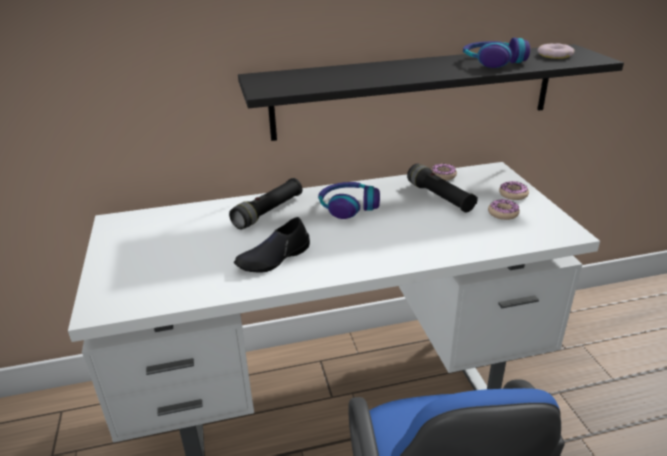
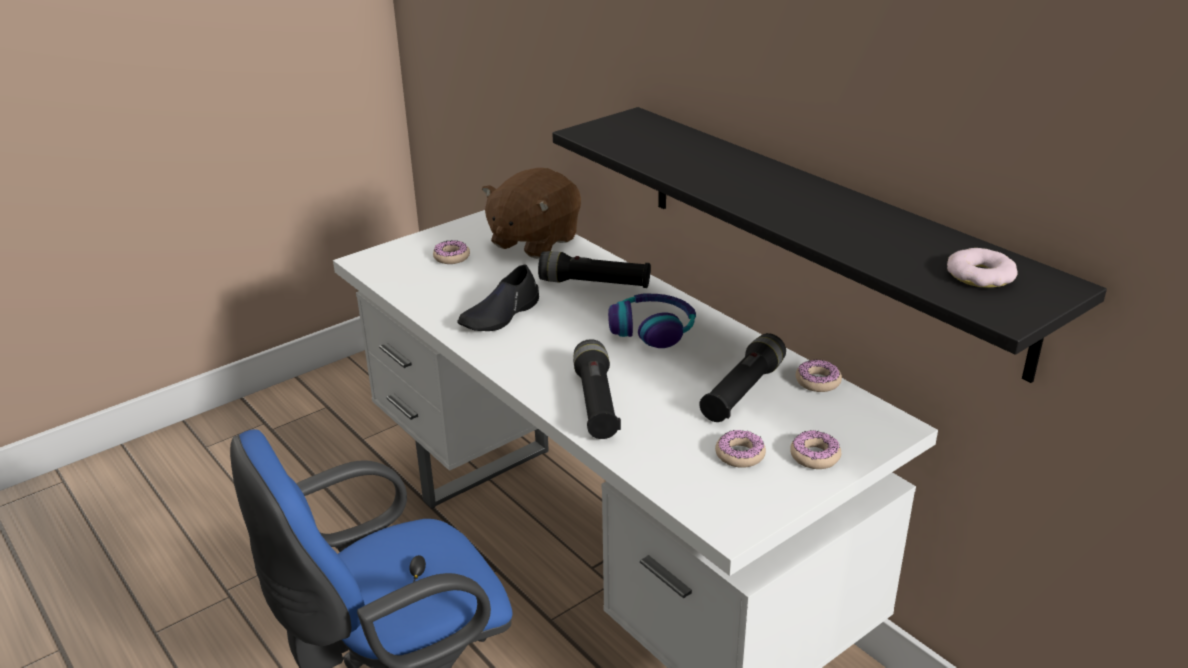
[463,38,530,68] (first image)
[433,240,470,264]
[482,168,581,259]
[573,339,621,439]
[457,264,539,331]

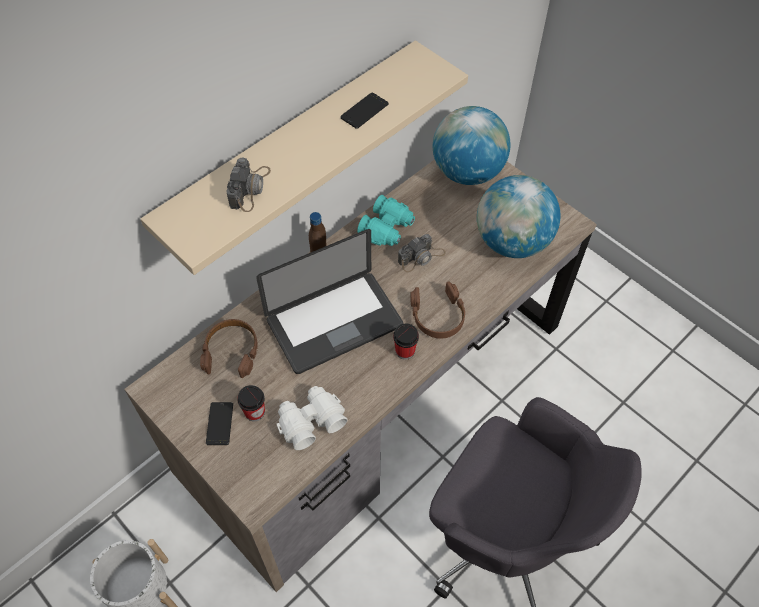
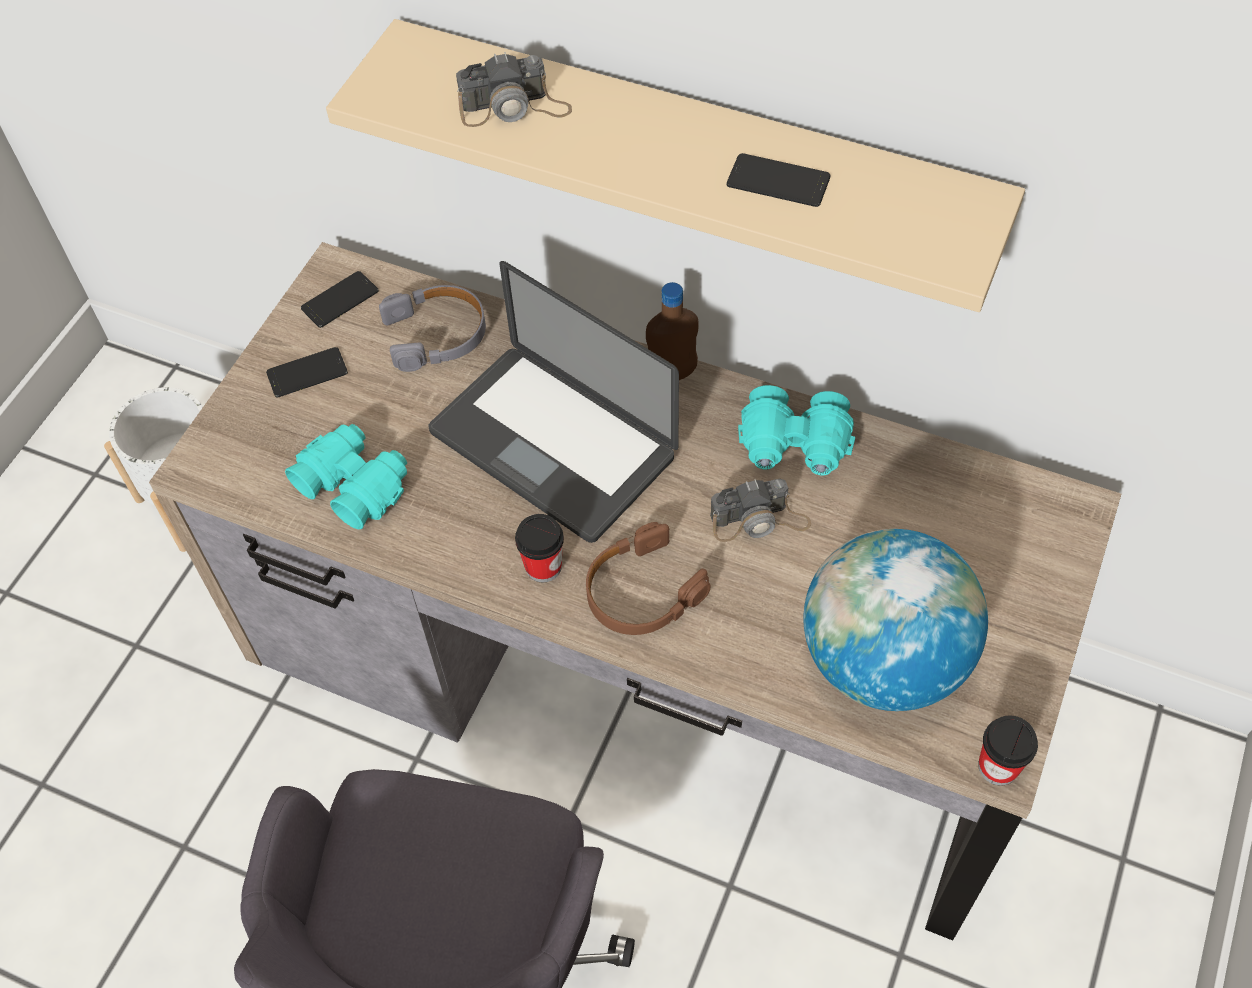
[433,106,510,185] (first image)
[301,271,379,328]
[978,715,1038,786]
[379,285,486,372]
[285,424,407,529]
[710,479,811,542]

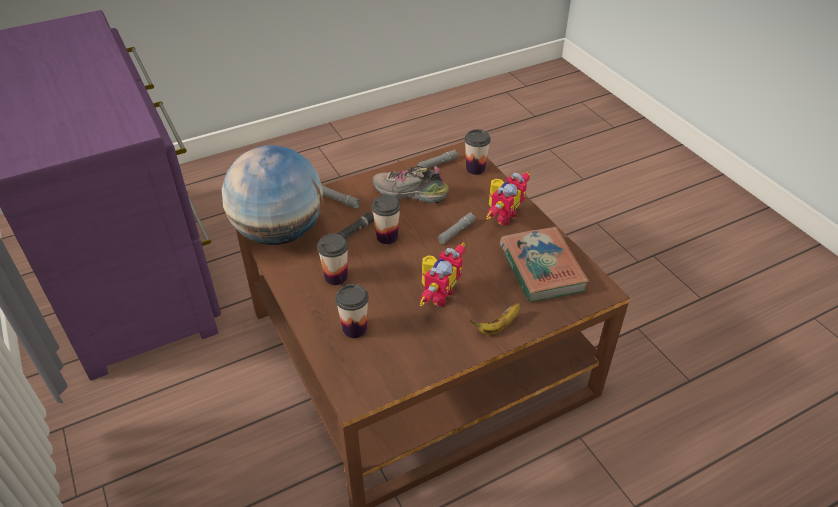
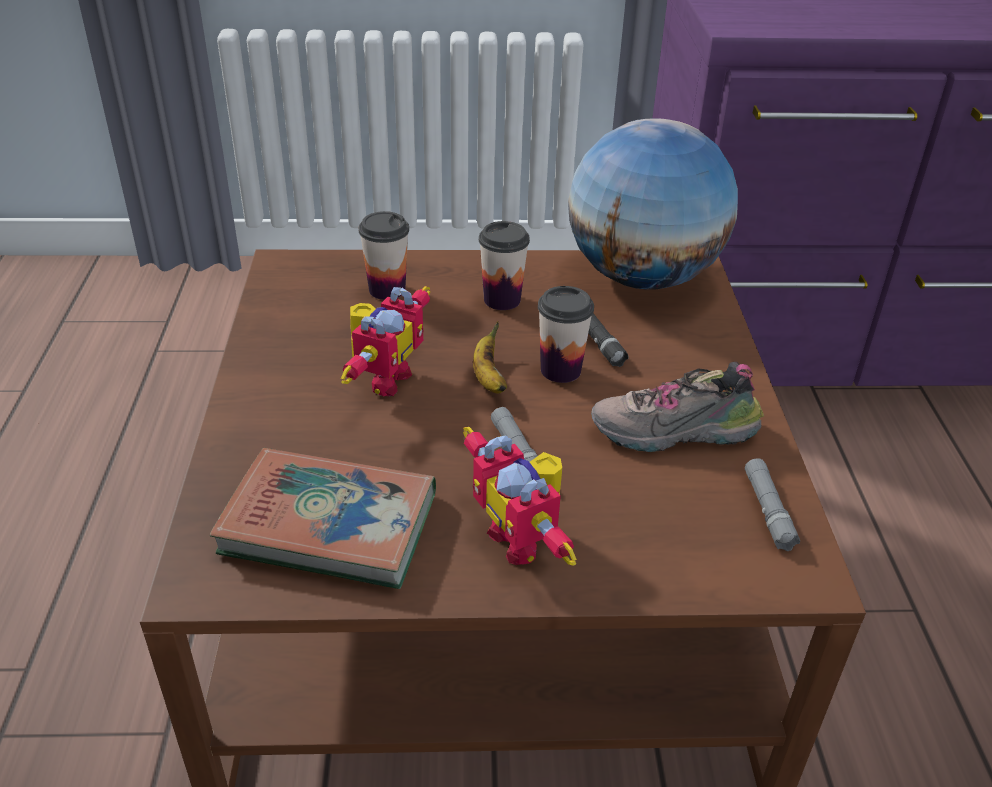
[321,185,360,209] (first image)
[464,129,491,175] (first image)
[473,321,507,394]
[591,362,764,452]
[341,286,430,397]

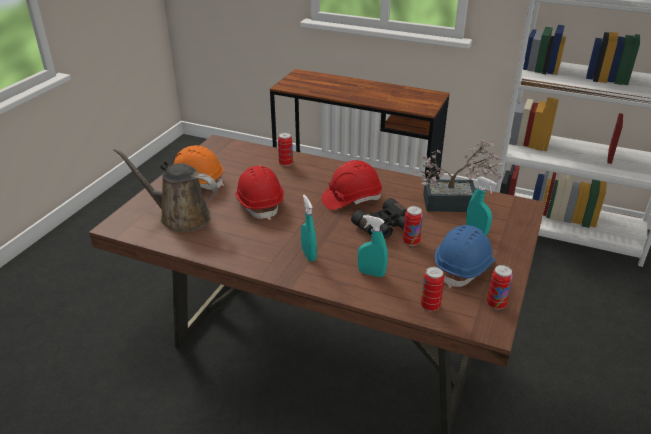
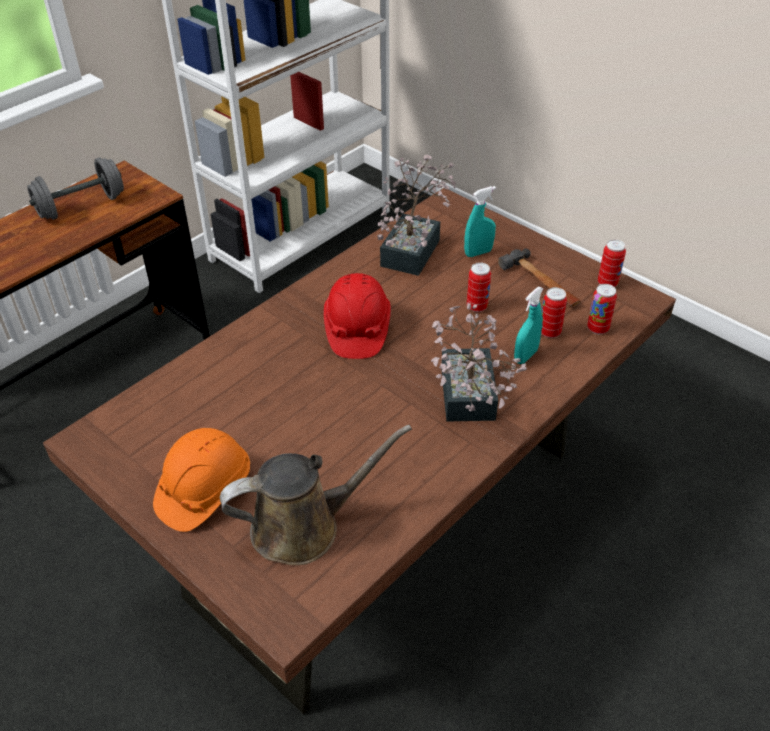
[235,166,284,220] (first image)
[351,198,407,238] (first image)
[27,157,124,220]
[541,287,567,338]
[431,302,527,422]
[498,249,581,307]
[220,425,412,565]

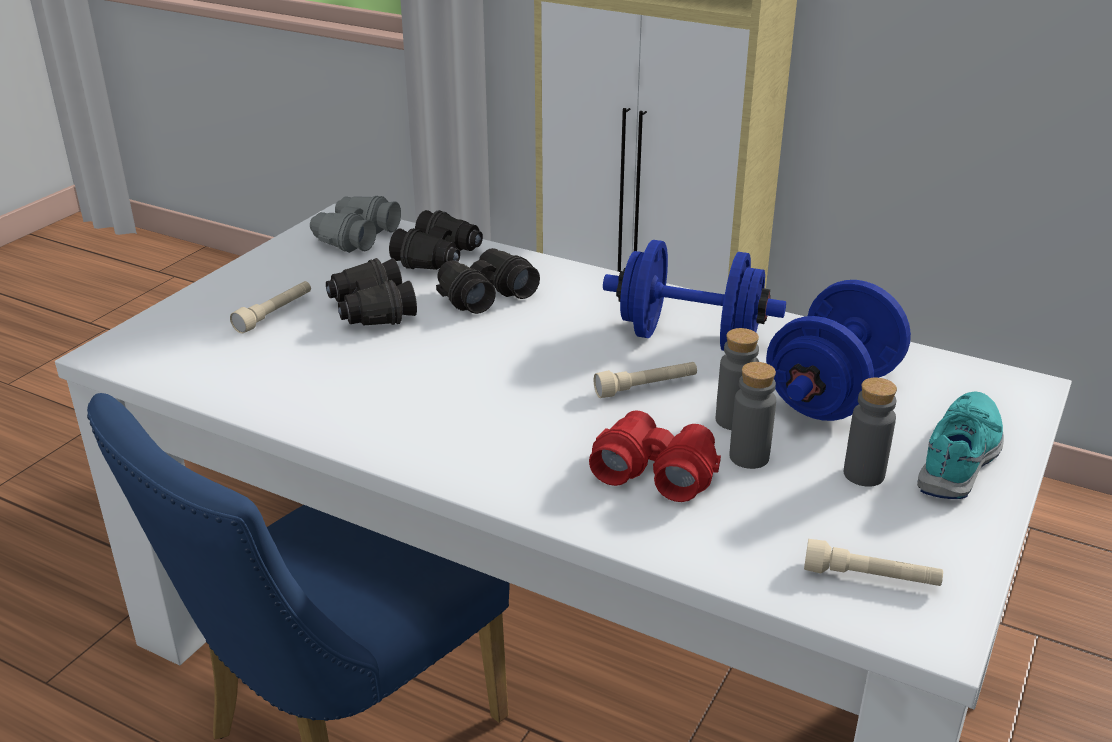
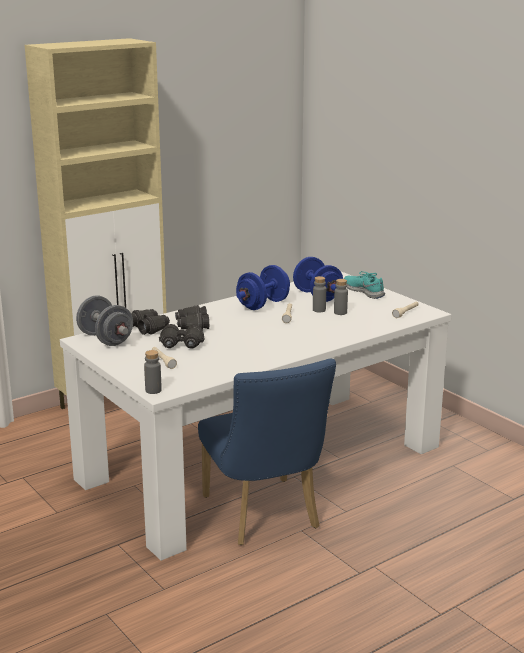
[589,410,721,502] (first image)
[144,350,162,394]
[76,295,133,346]

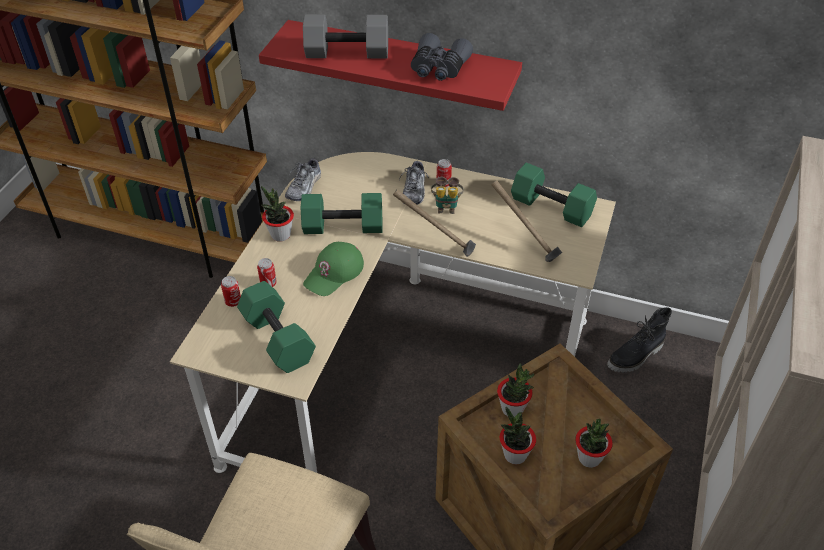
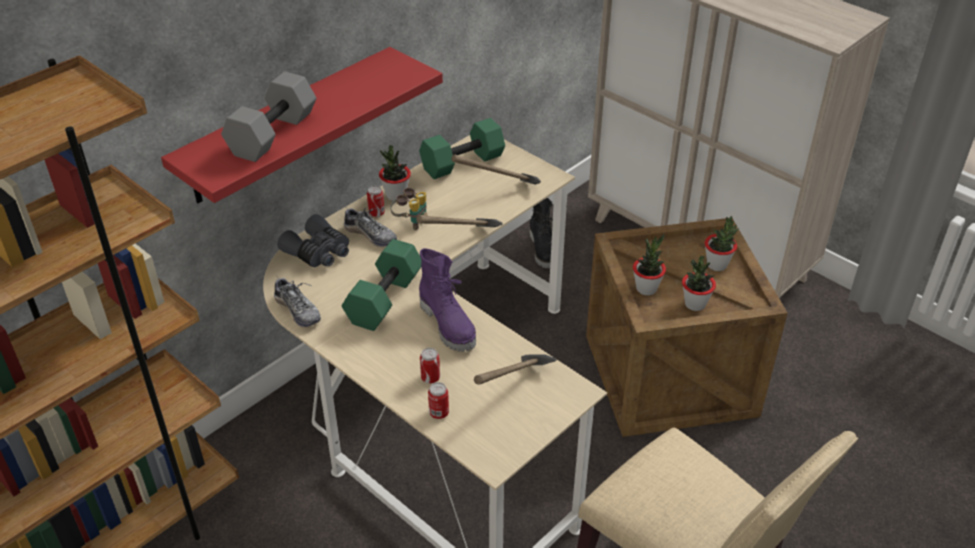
[379,145,411,201]
[277,214,349,267]
[474,355,556,385]
[419,248,476,352]

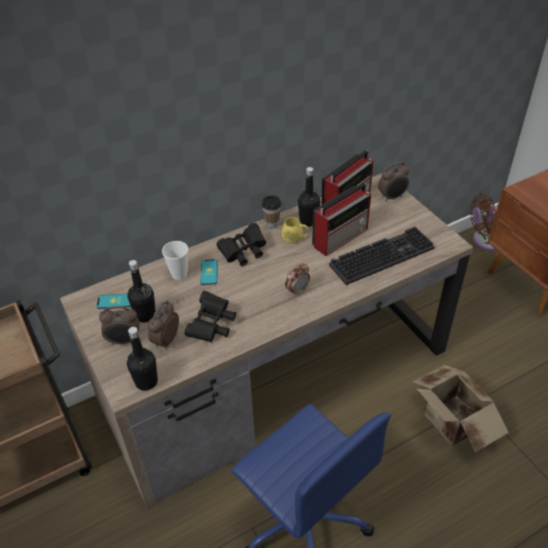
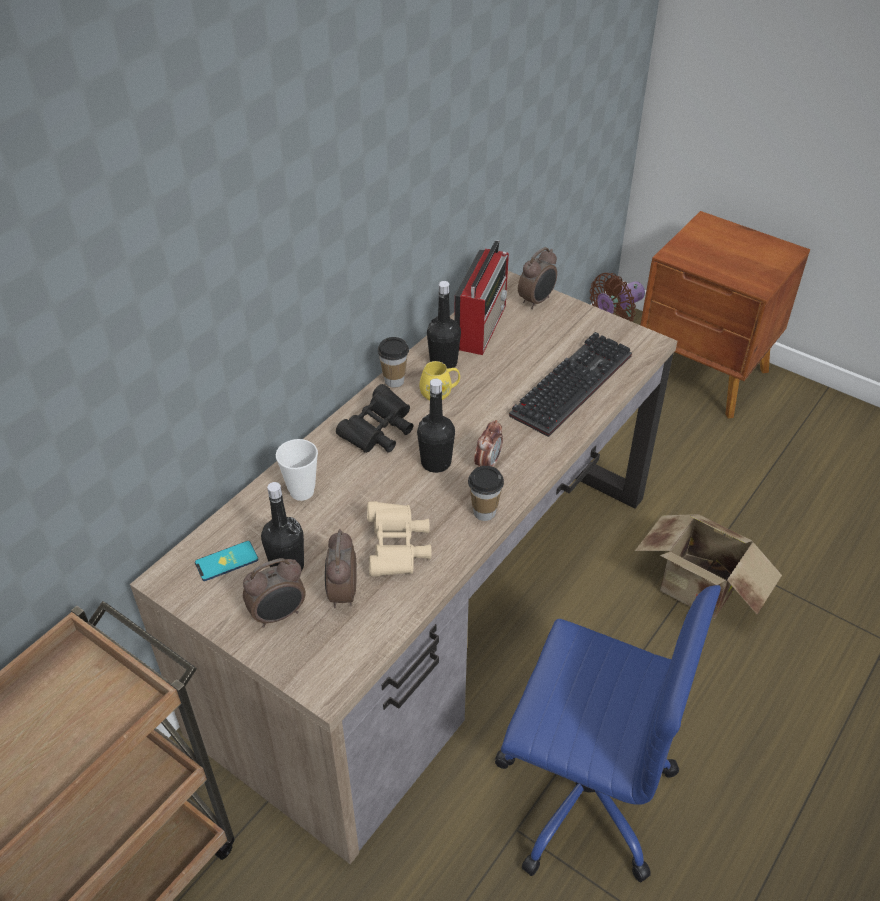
[201,259,218,285] (first image)
[312,182,371,256] (first image)
[468,466,504,521]
[417,378,455,473]
[367,501,432,576]

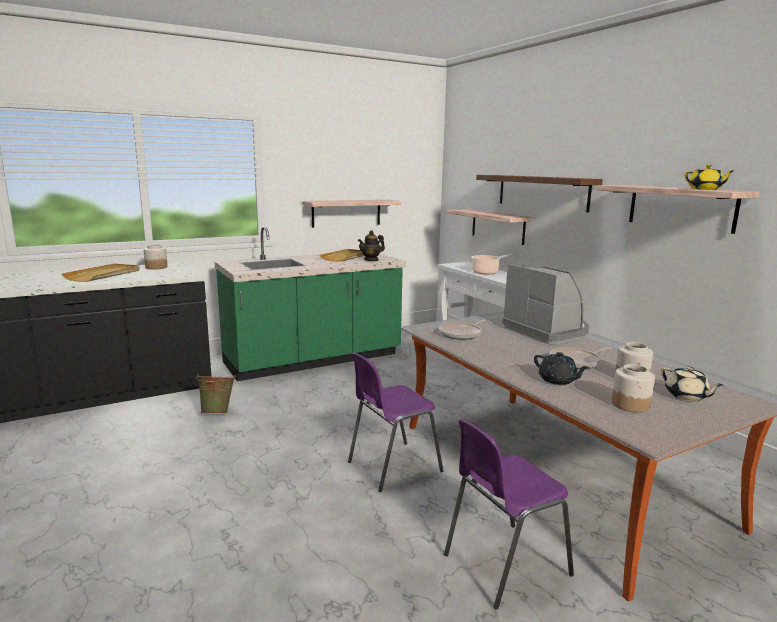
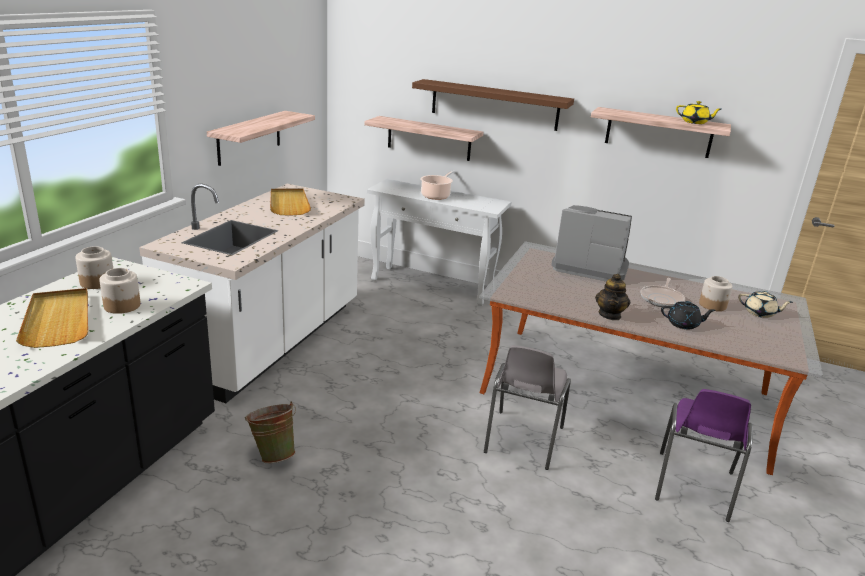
[439,319,487,339] (first image)
[595,274,630,320]
[99,268,141,314]
[139,184,365,403]
[484,345,571,470]

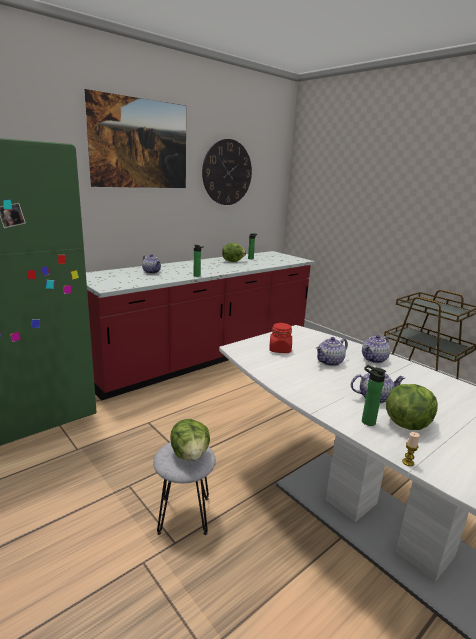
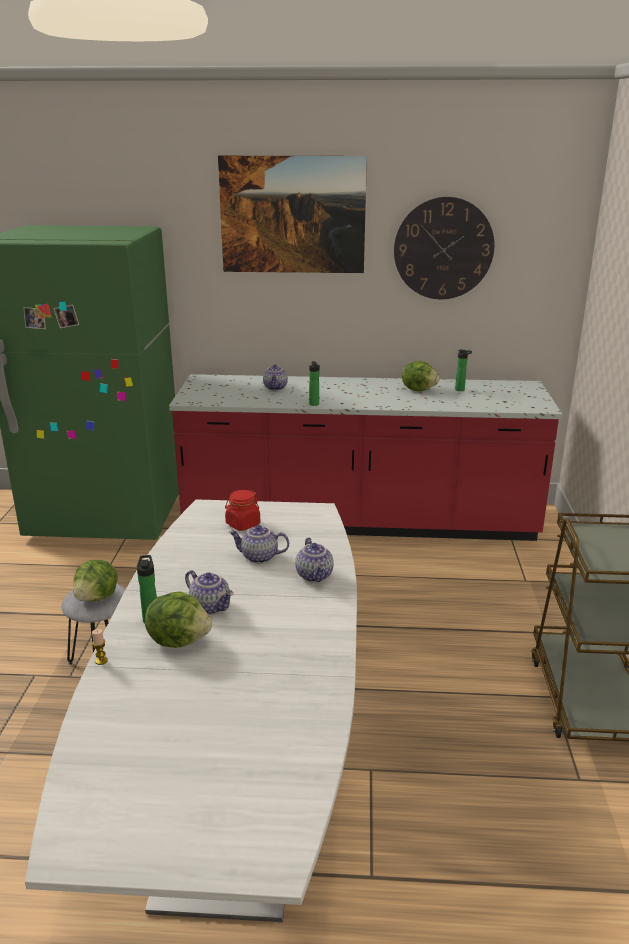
[295,537,334,582]

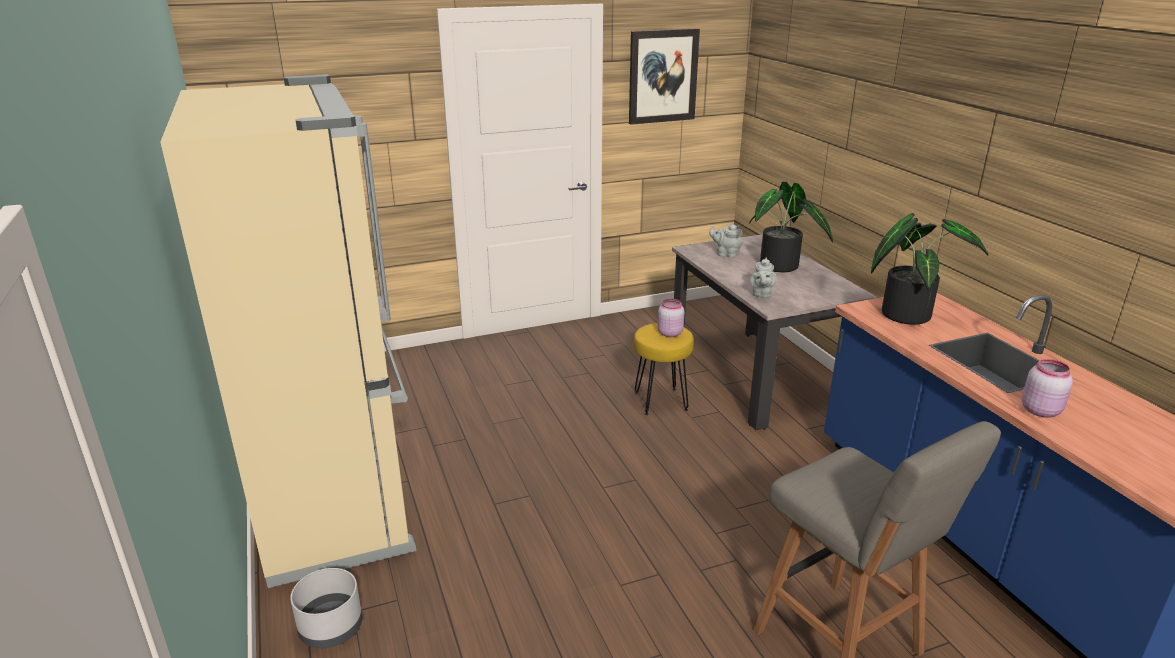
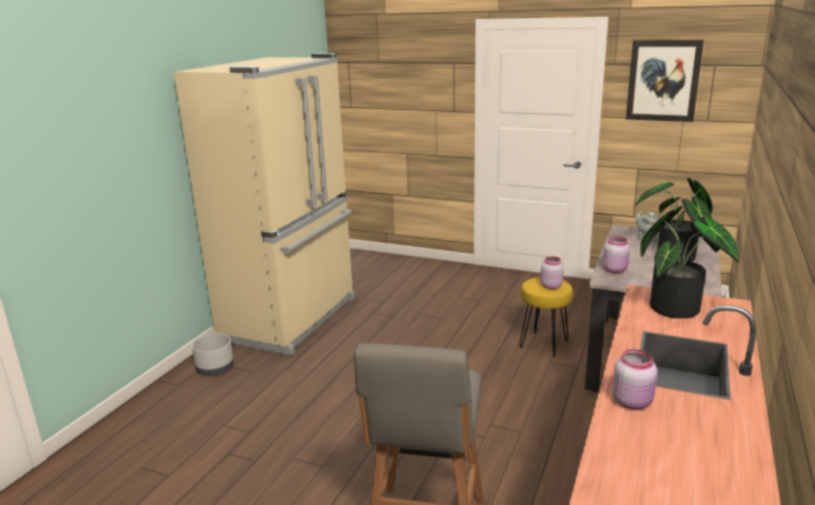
[603,236,630,273]

